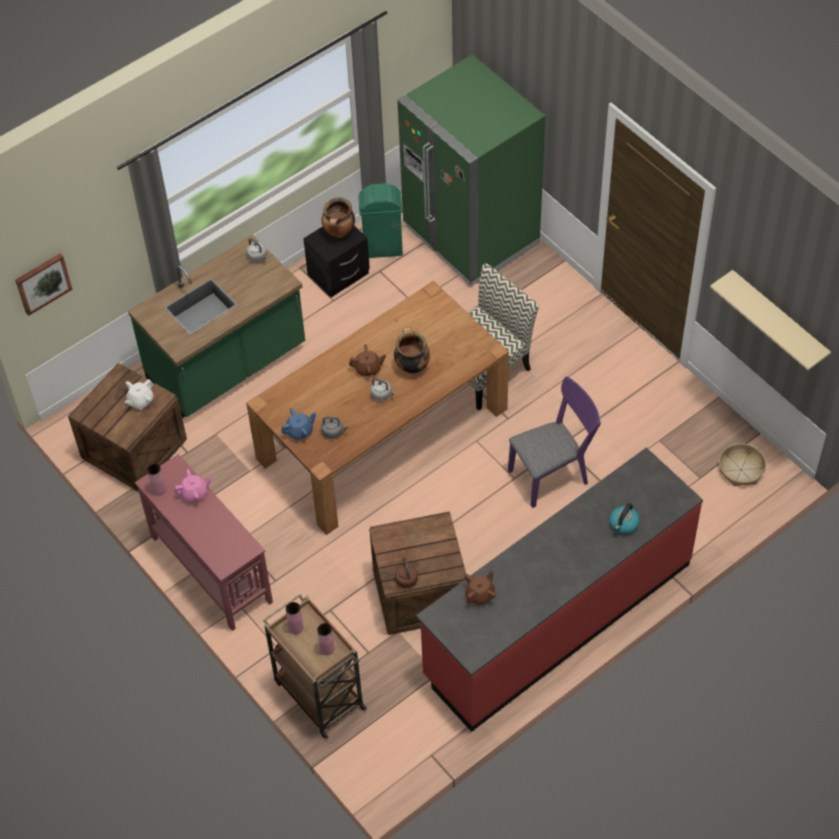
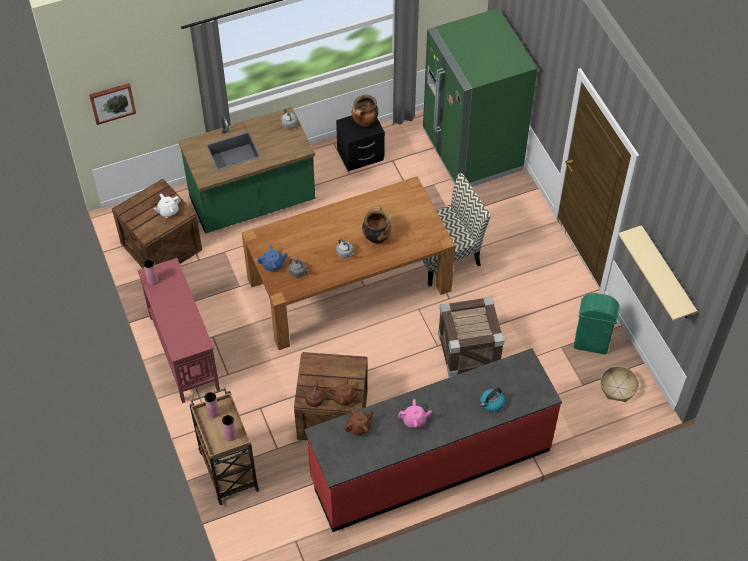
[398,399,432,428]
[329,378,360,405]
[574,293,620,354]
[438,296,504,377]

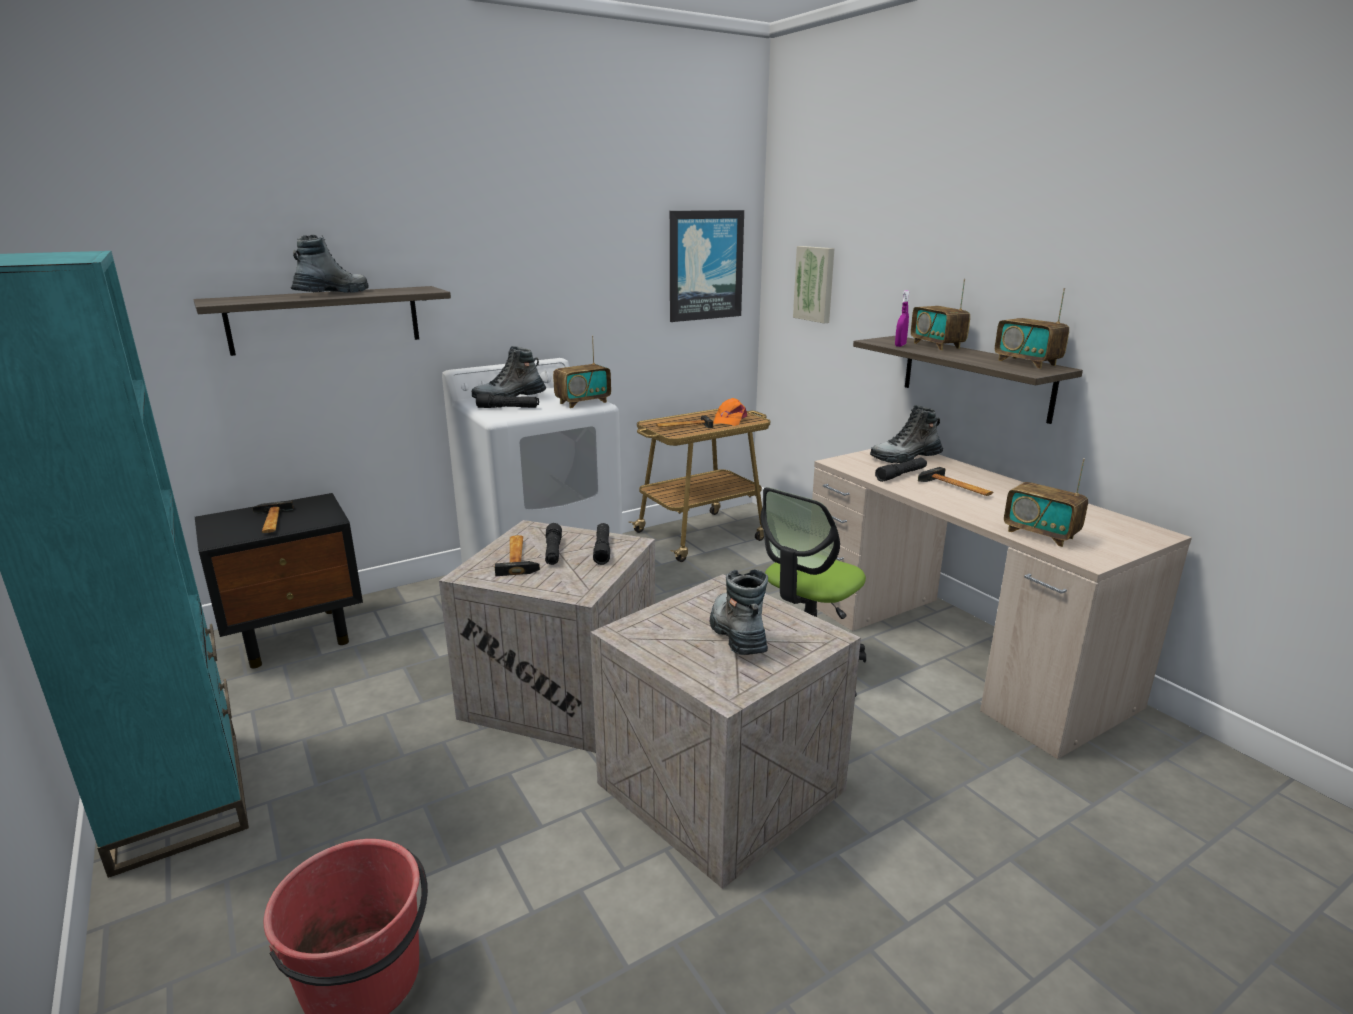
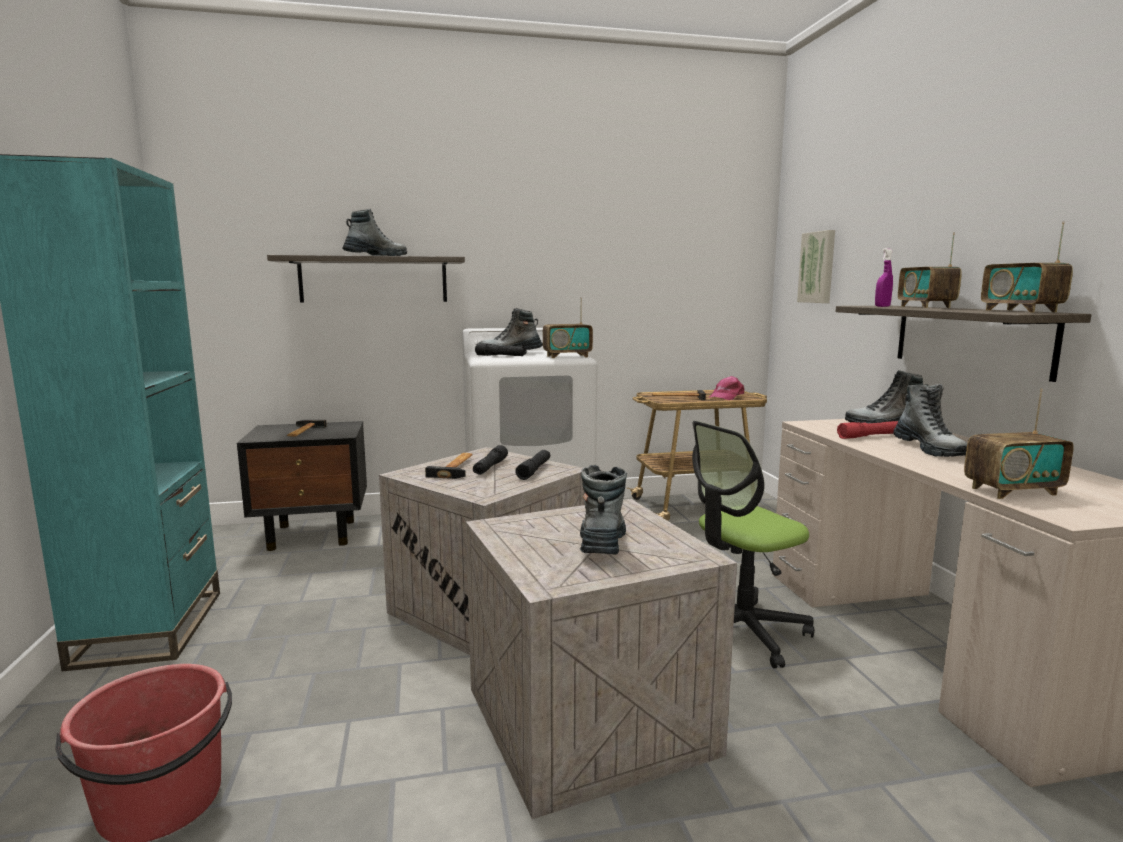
[670,210,744,322] (first image)
[893,384,968,457]
[710,376,744,400]
[837,421,898,439]
[964,389,1074,499]

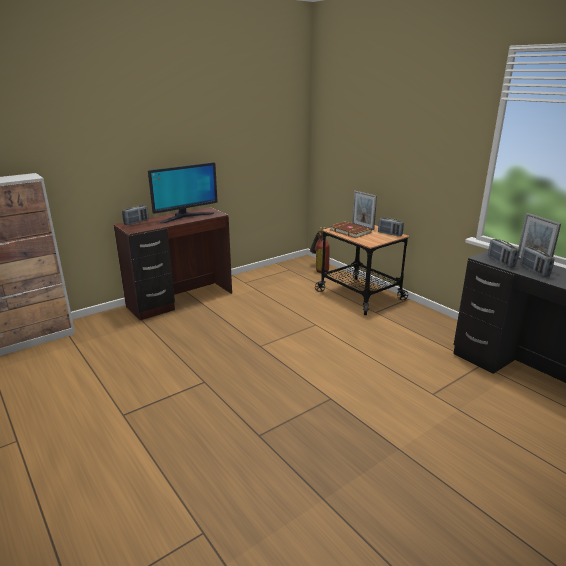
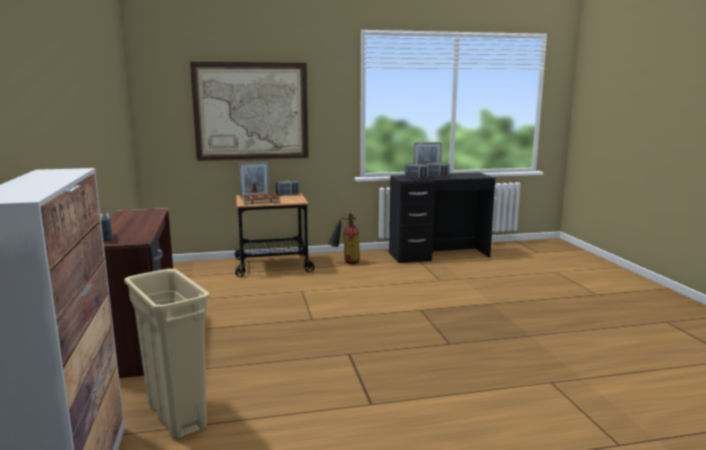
[148,162,218,223] (first image)
[124,269,210,439]
[190,62,309,161]
[328,211,360,264]

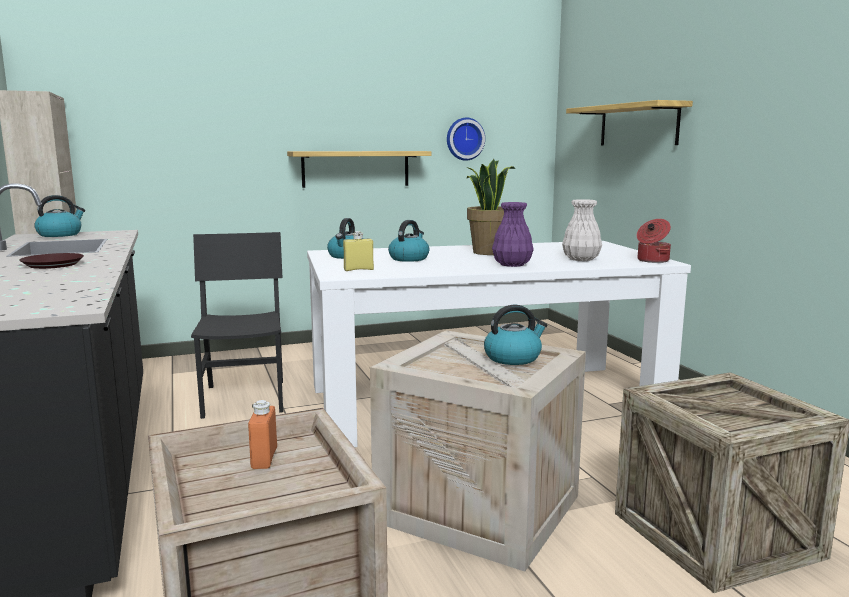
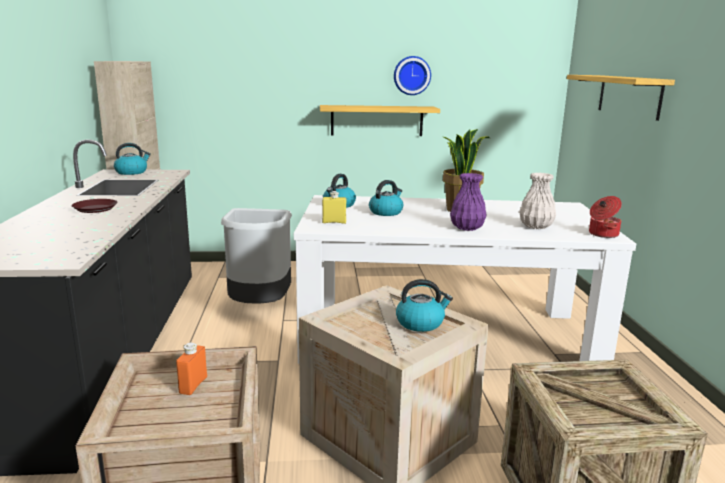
[394,56,431,95]
[221,208,292,304]

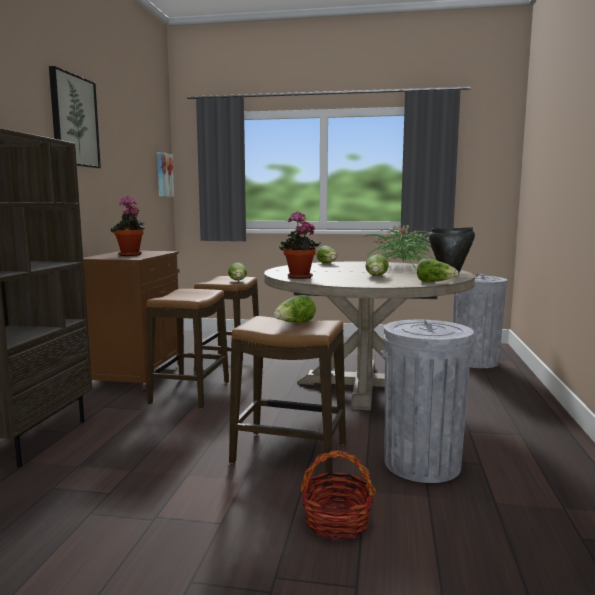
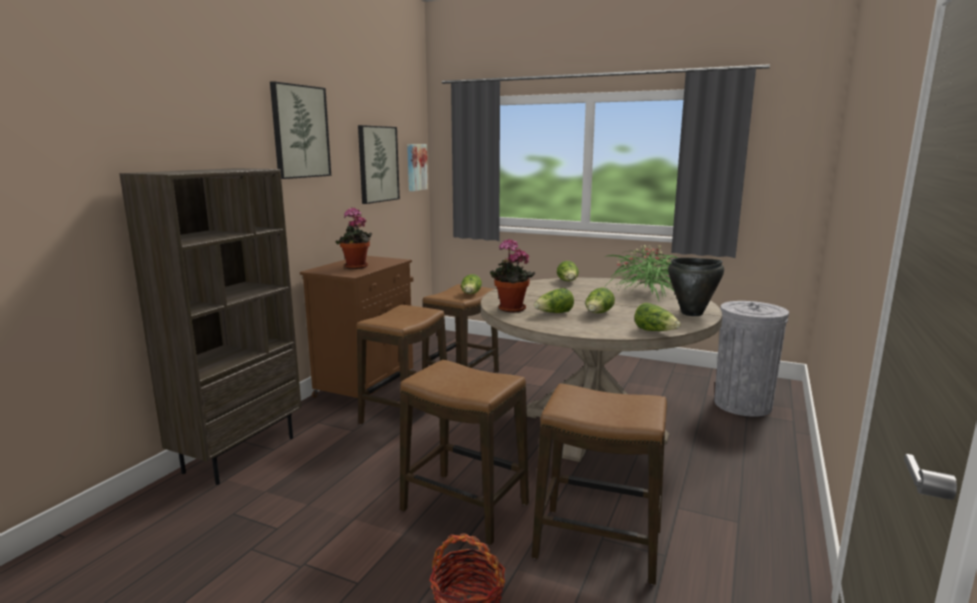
[358,125,400,204]
[534,288,574,313]
[532,383,667,585]

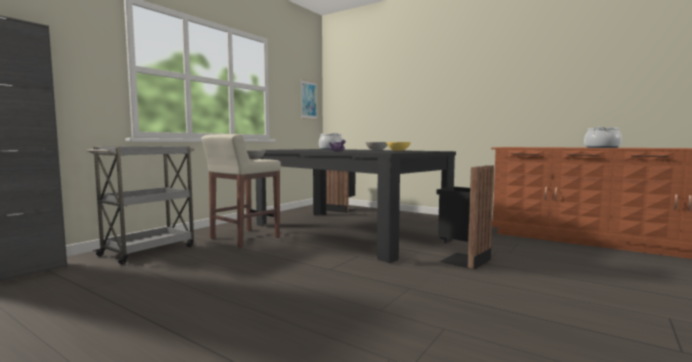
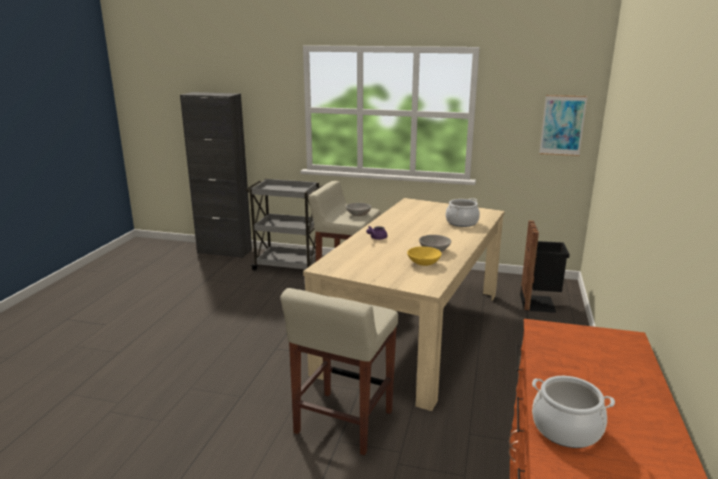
[280,288,398,456]
[303,198,505,411]

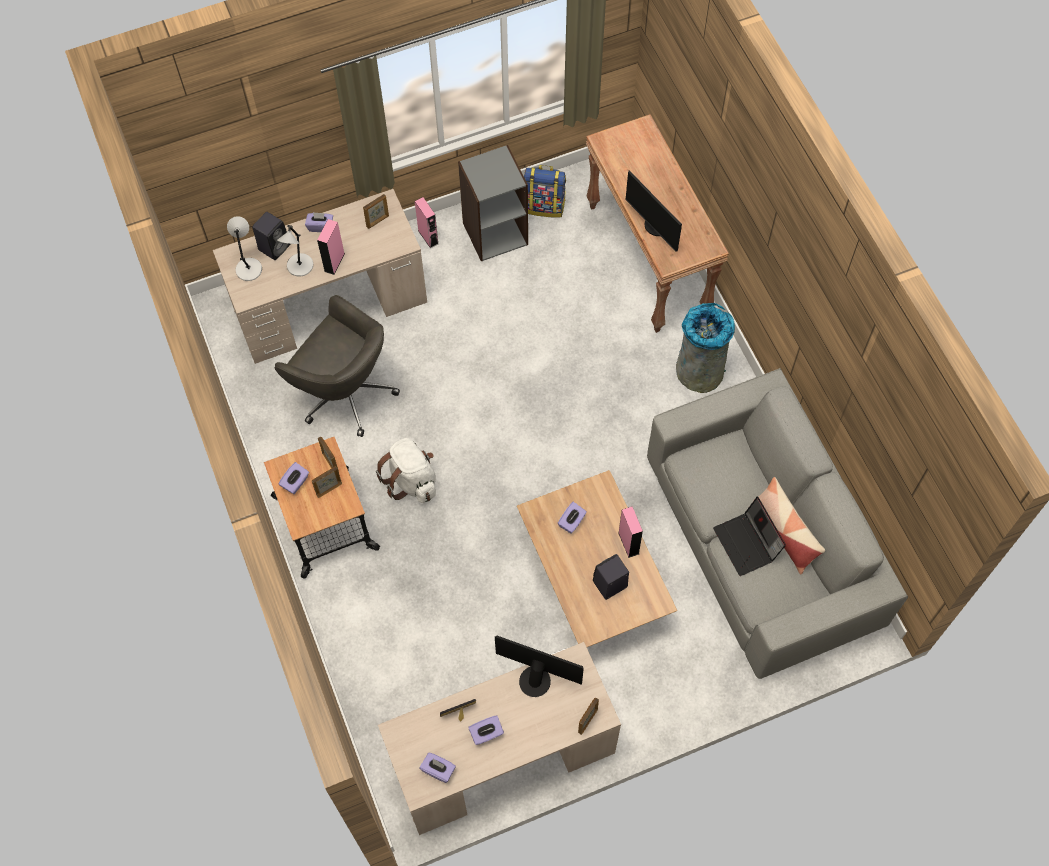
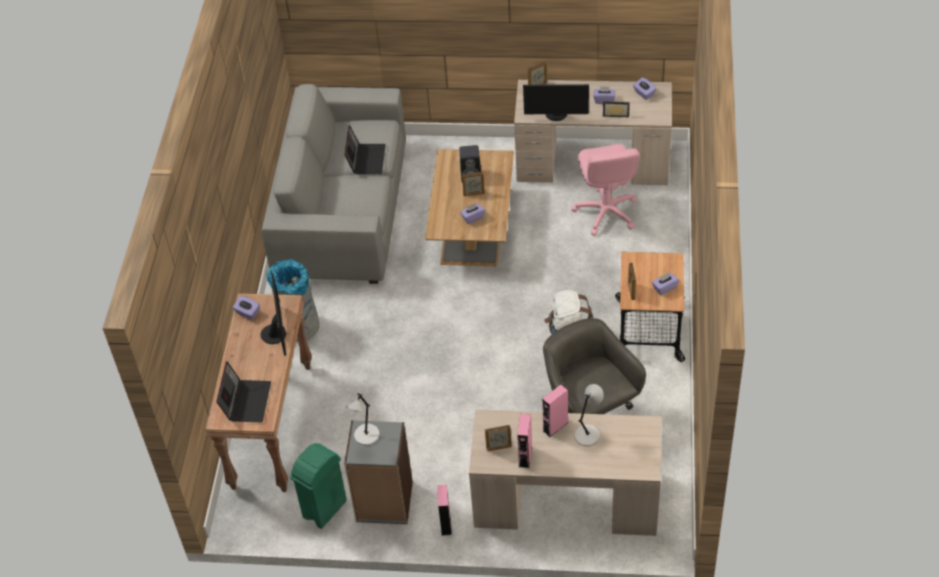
[252,212,290,260] (first image)
[753,477,825,575] (first image)
[216,361,271,422]
[571,144,640,236]
[346,393,380,445]
[233,296,260,320]
[462,172,485,196]
[517,414,532,468]
[290,443,347,529]
[523,84,589,121]

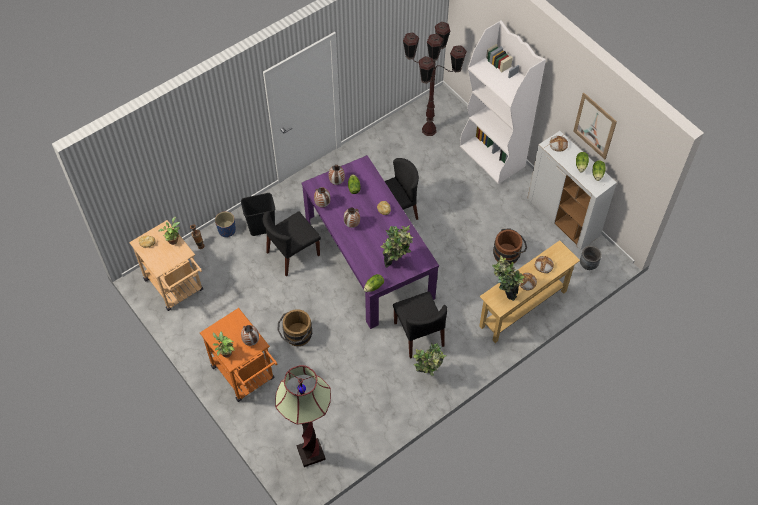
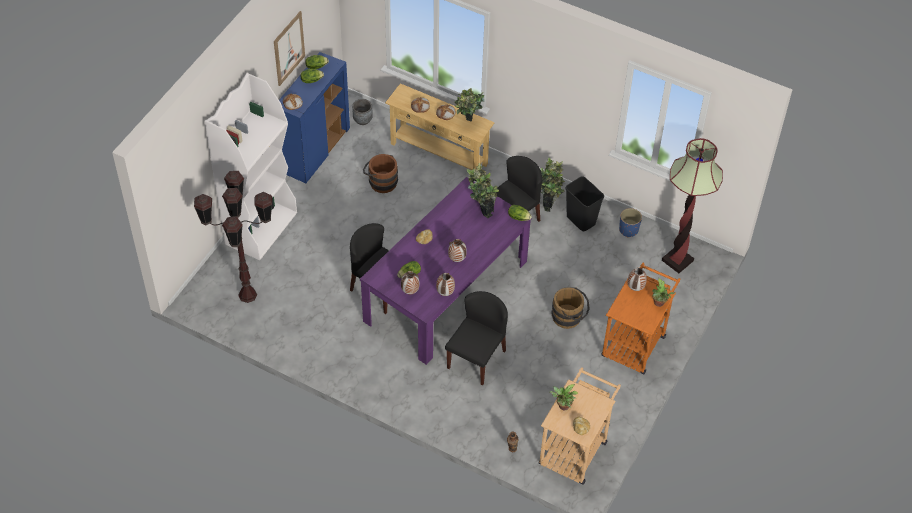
[619,208,642,238]
[565,176,604,231]
[279,52,350,183]
[445,291,508,386]

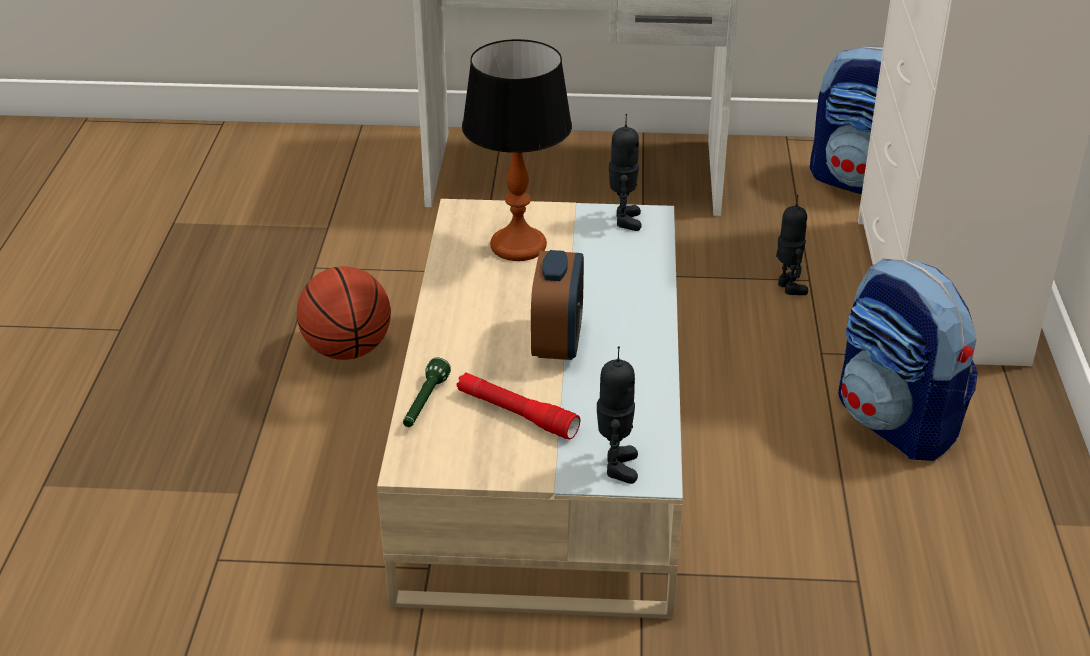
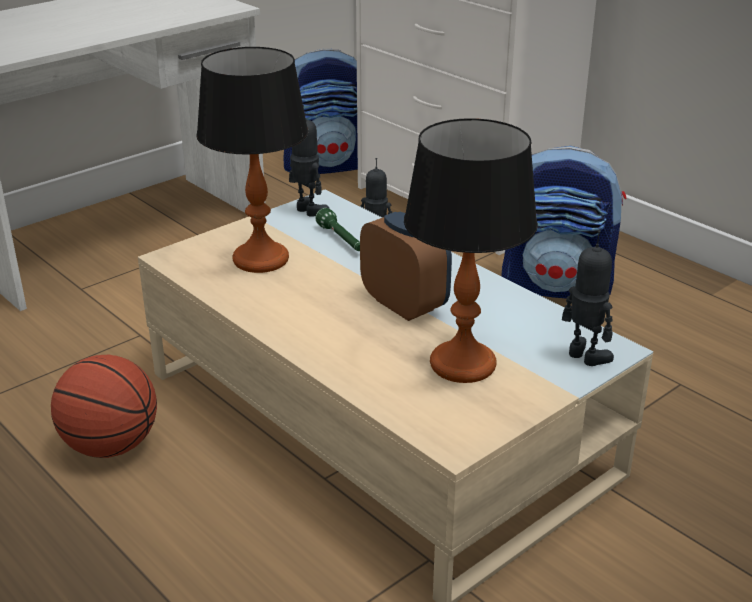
[315,208,360,251]
[404,118,538,383]

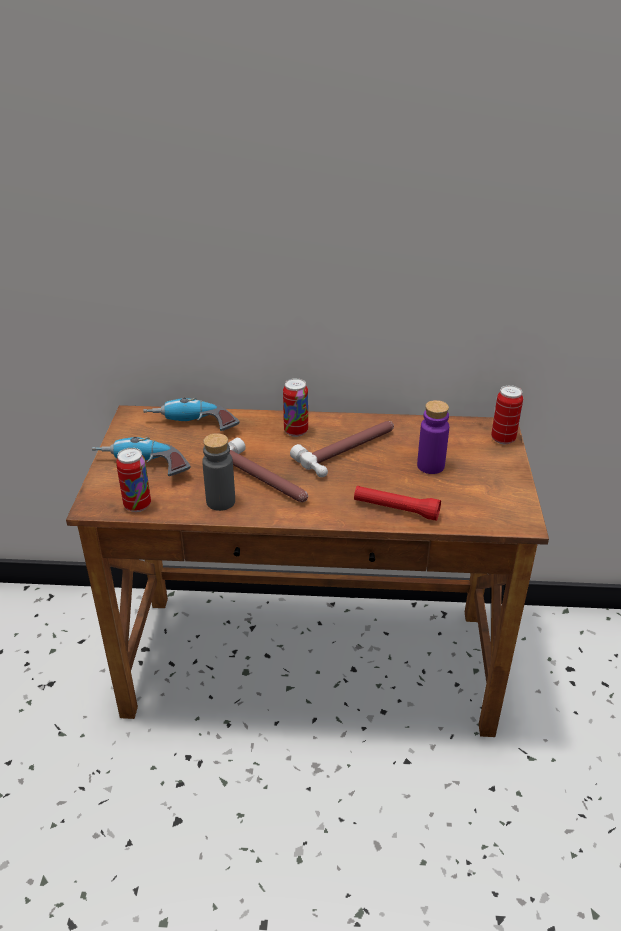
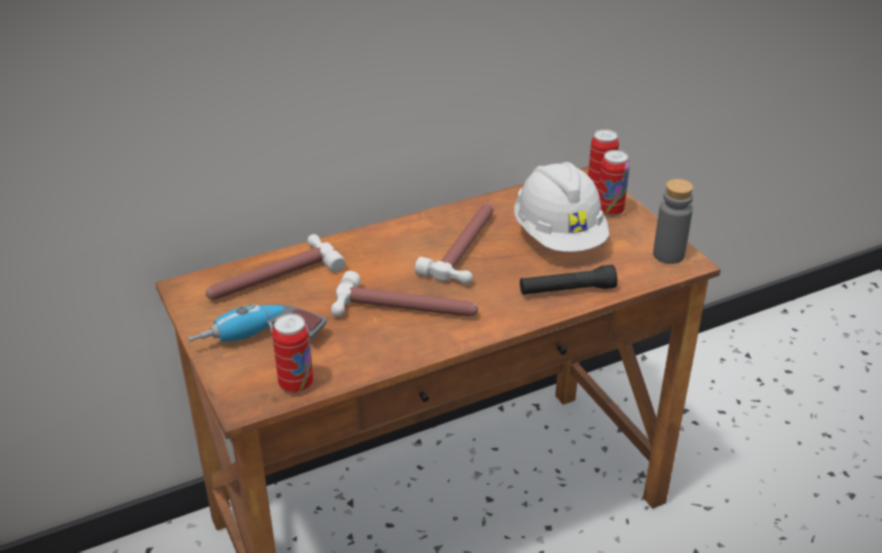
[653,179,693,264]
[598,150,630,217]
[206,234,345,300]
[514,162,609,252]
[520,265,617,295]

